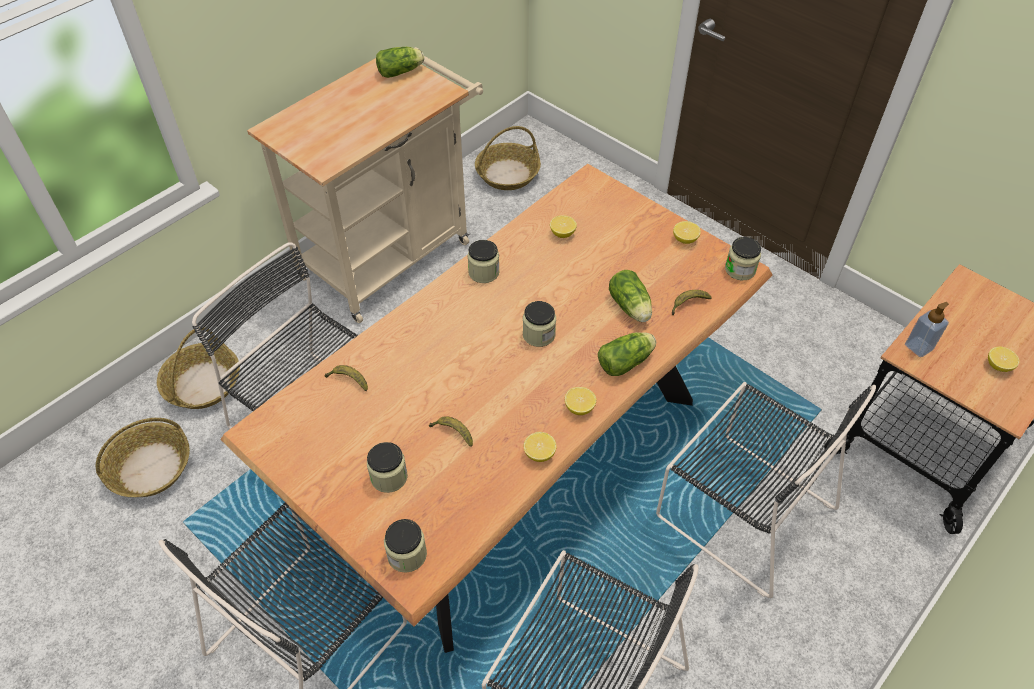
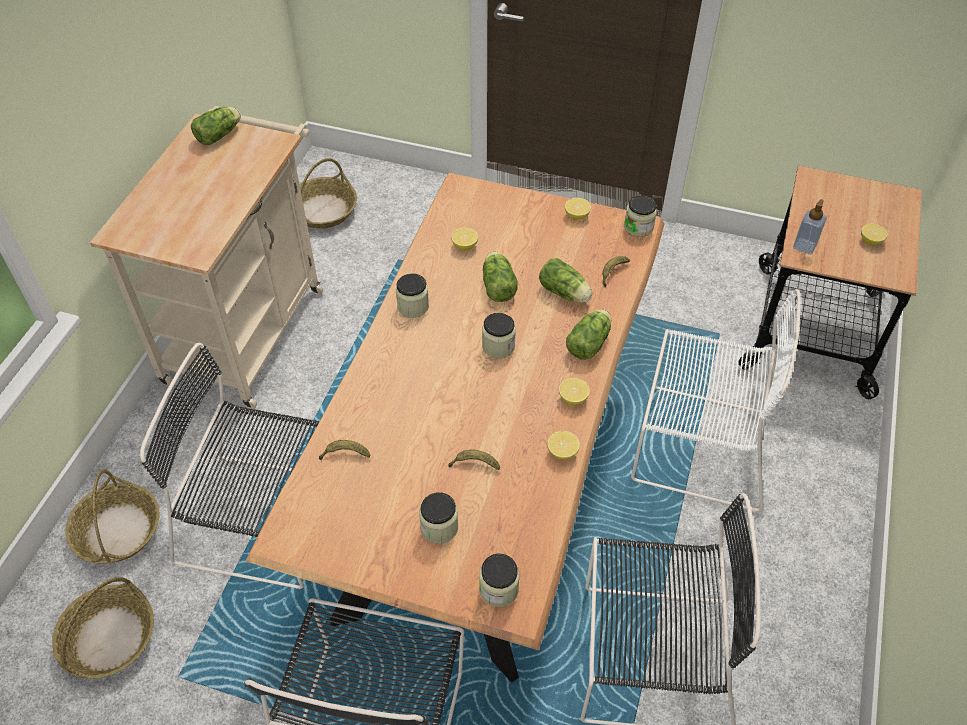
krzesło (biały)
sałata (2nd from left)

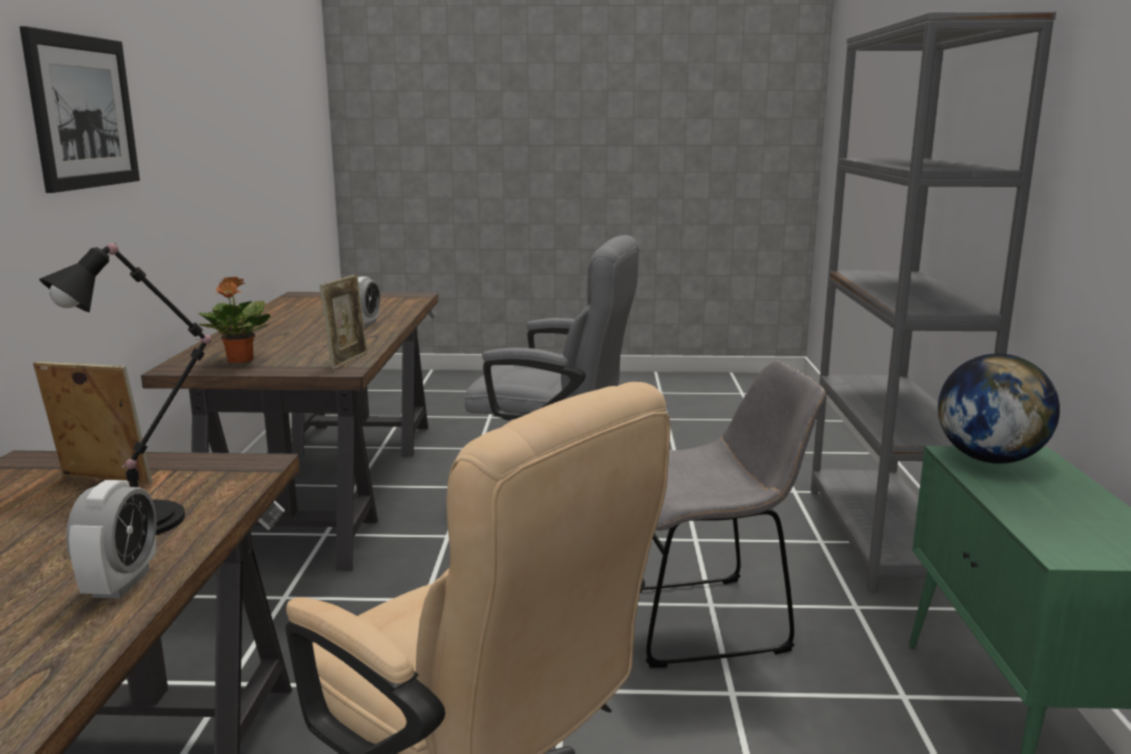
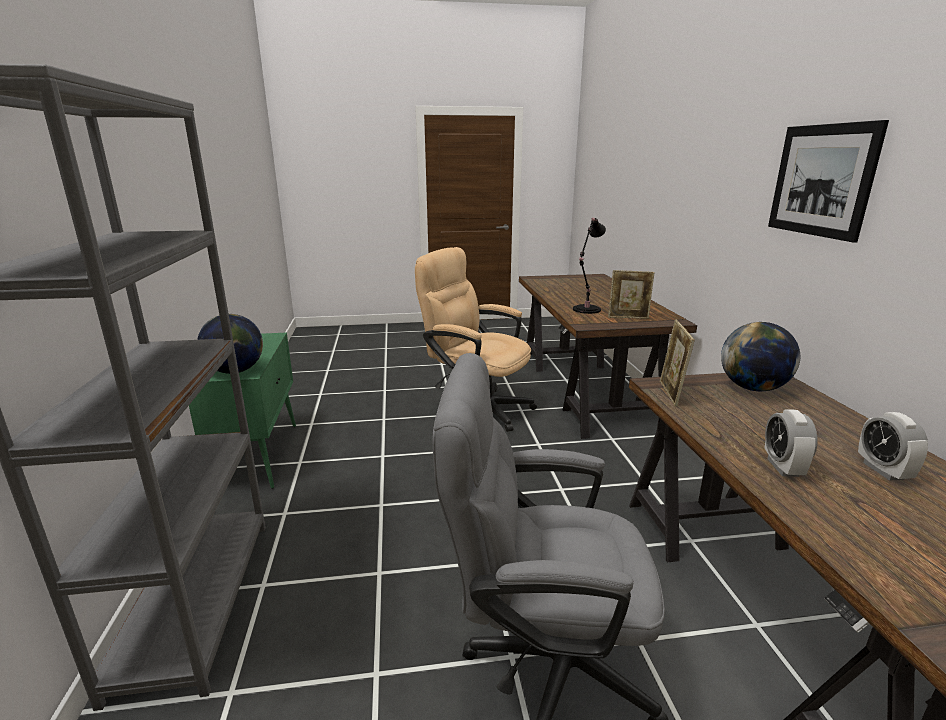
globus (2nd from left)
krzesło (szary)
budzik (2nd from left)

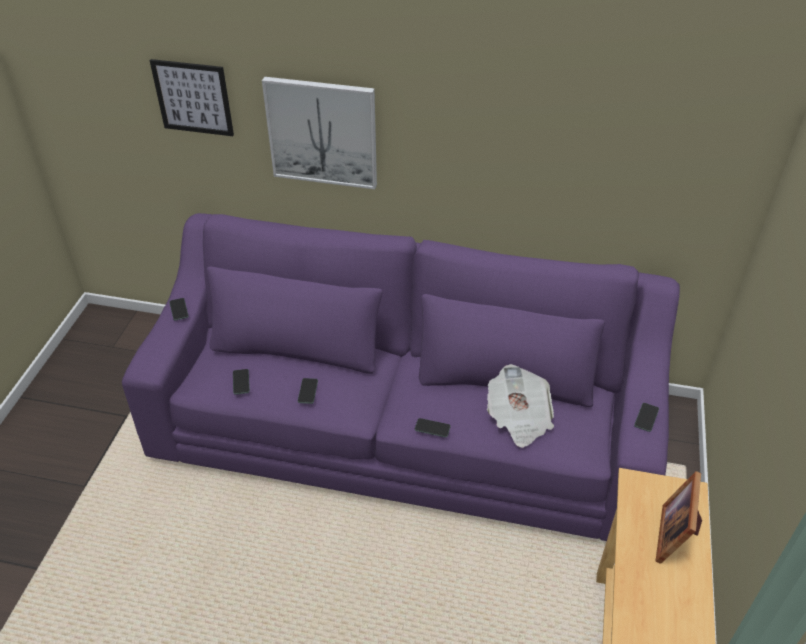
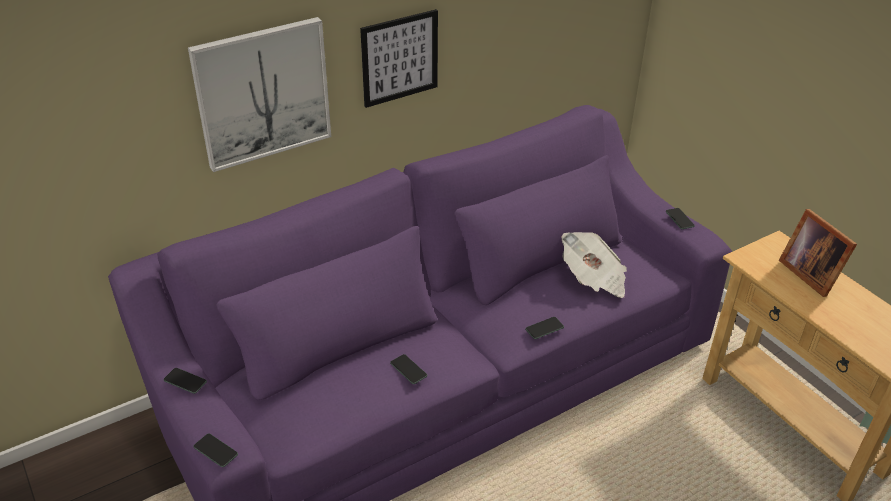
obraz (2nd from left)
telefon (2nd from left)

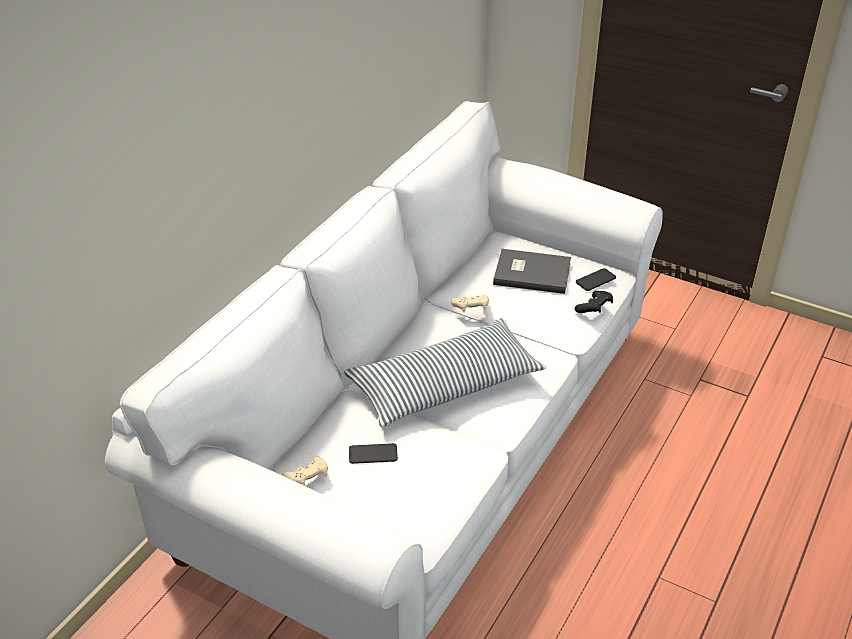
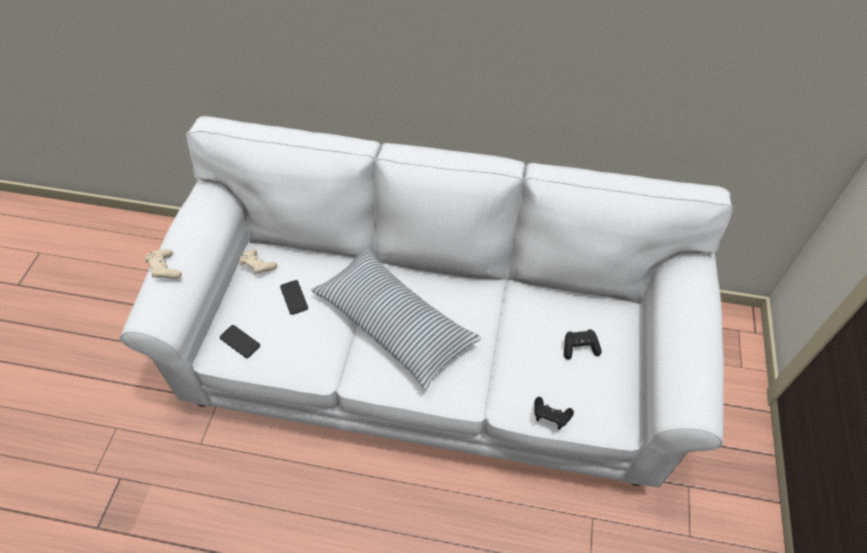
pad do gier (czarny) (2nd from left)
telefon (1st from left)
pad do gier (beżowy) (1st from left)

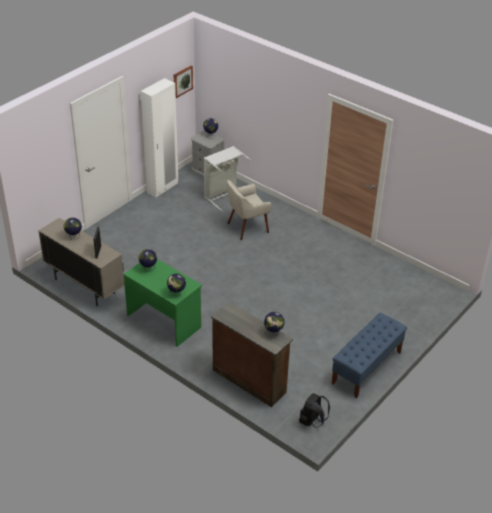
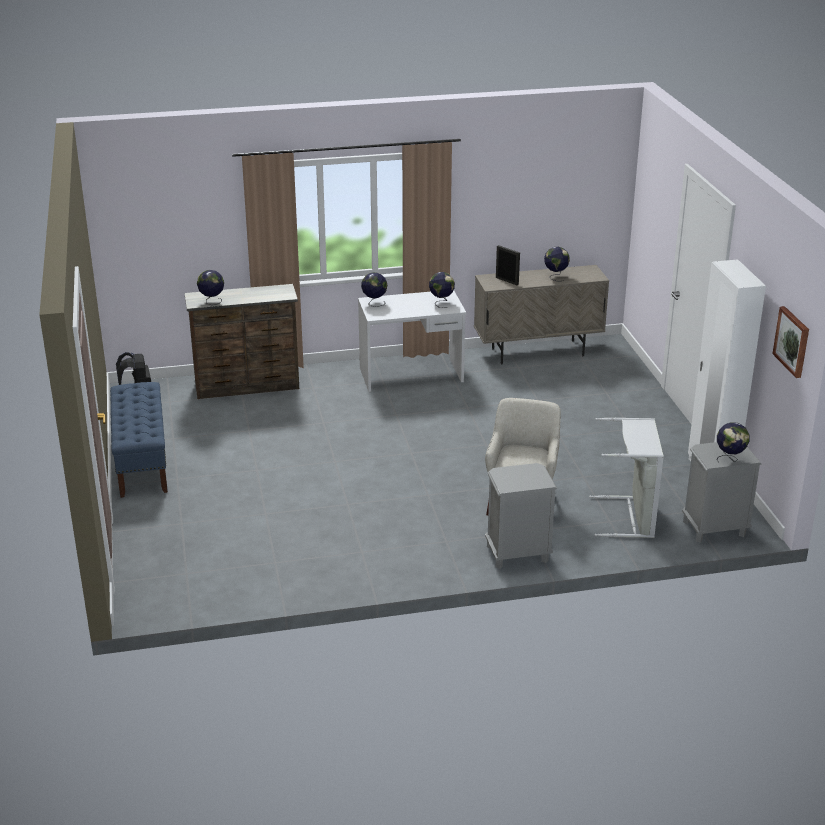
biurko (biały)
szafka nocna (szary) (1st from left)

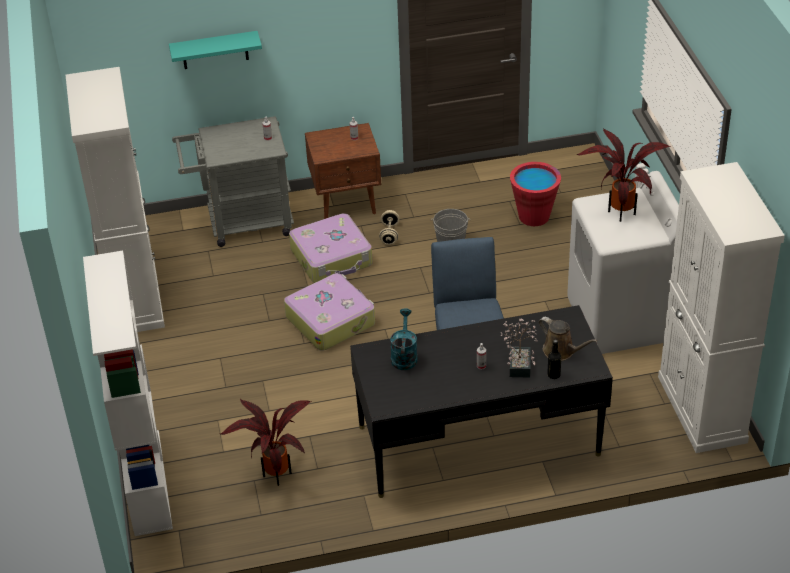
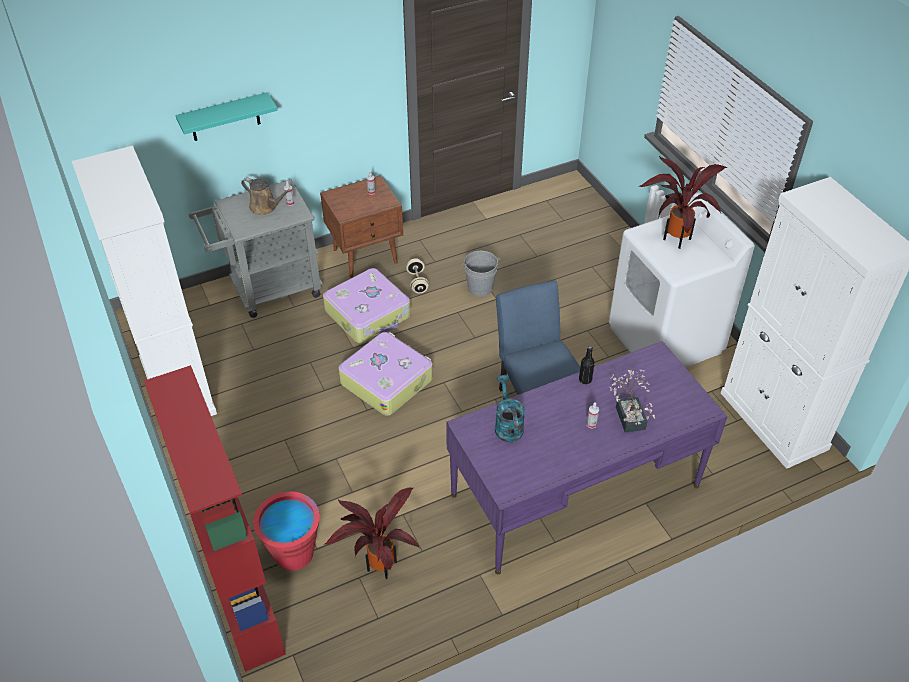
wiadro (czerwony)
regał (czerwony)
biurko (fioletowy)
konewka (brązowy)
butelka (czarny)

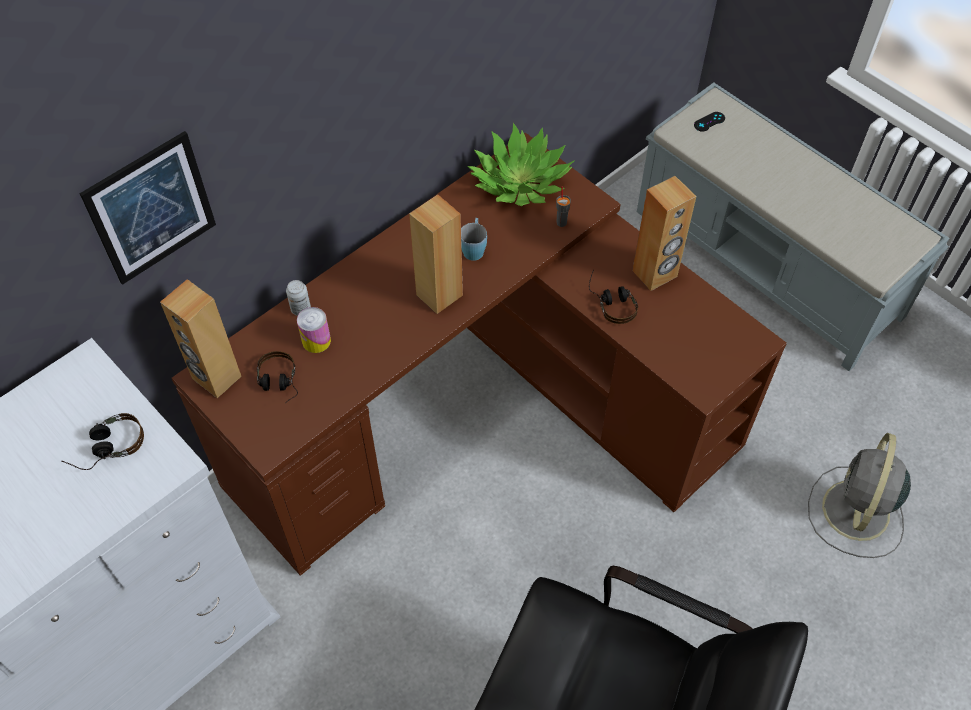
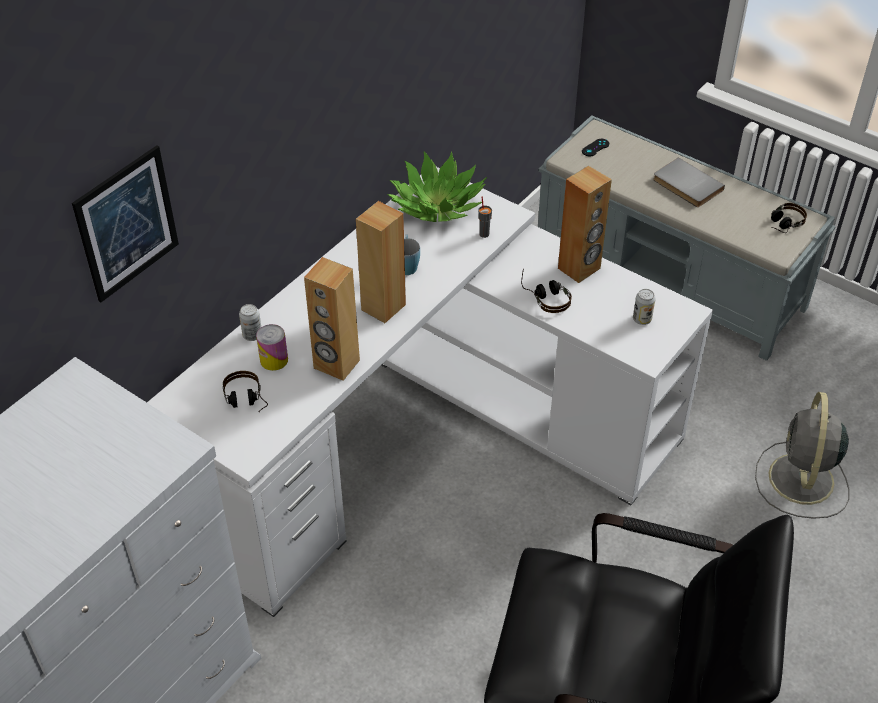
biurko (biały)
głośnik (brązowy) (1st from left)
słuchawki (3rd from left)
książka (szary)
puszka (3rd from left)

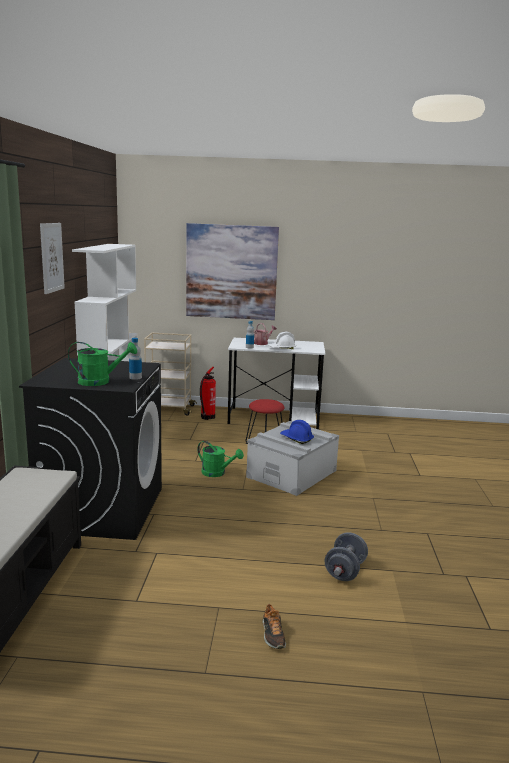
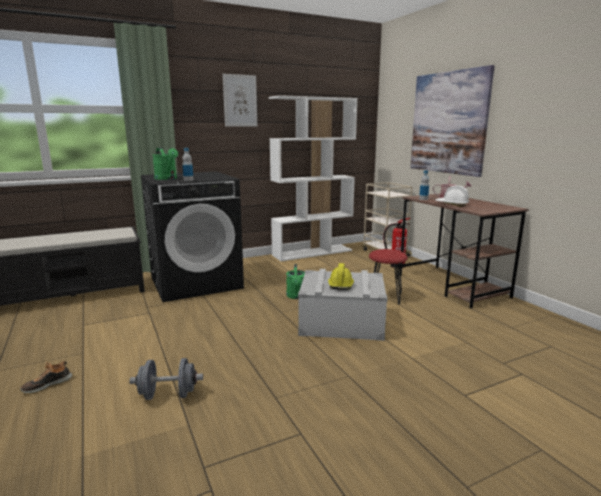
biurko (brązowy)
kask (żółty)

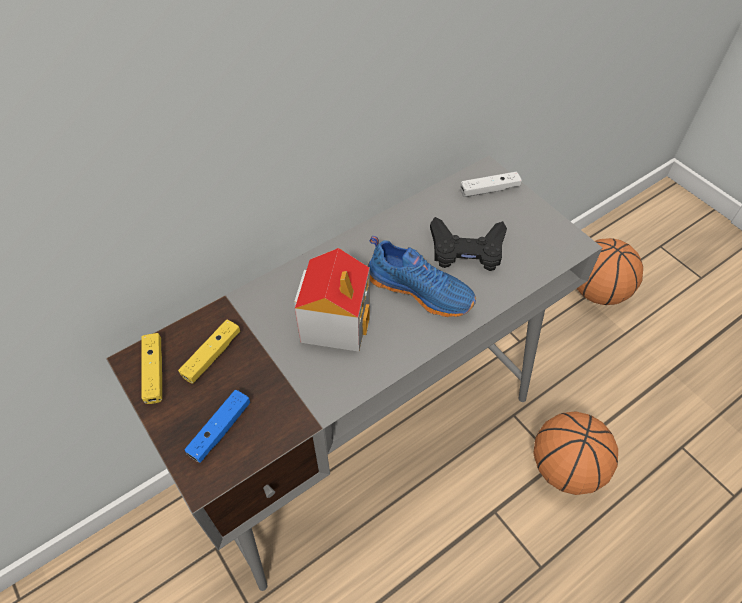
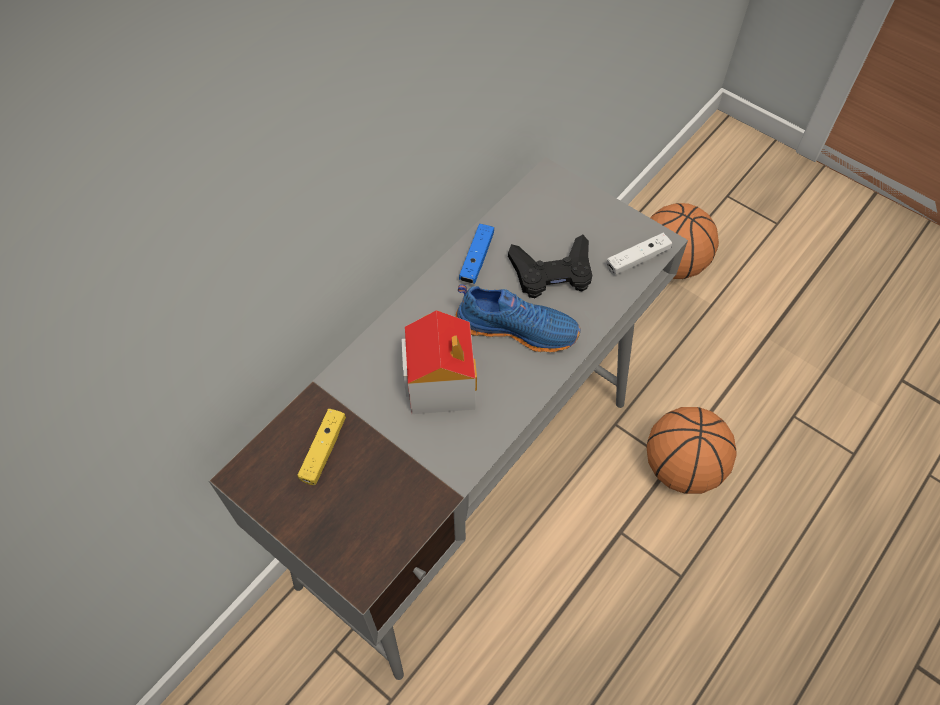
pad do gier (biały)
pad do gier (żółty) (1st from left in the first image)
pad do gier (niebieski)

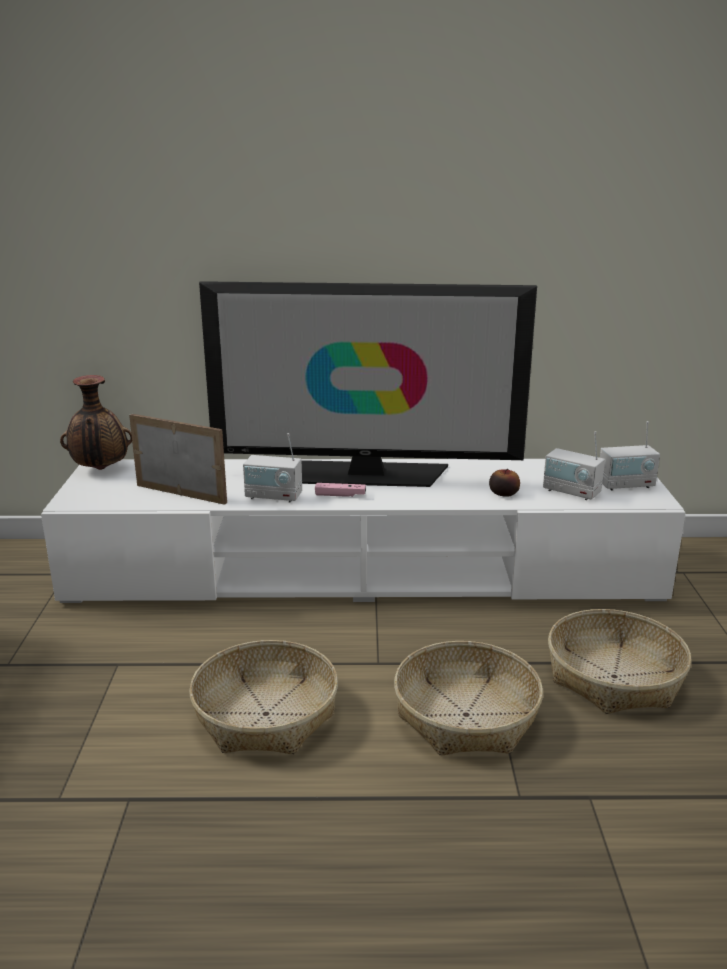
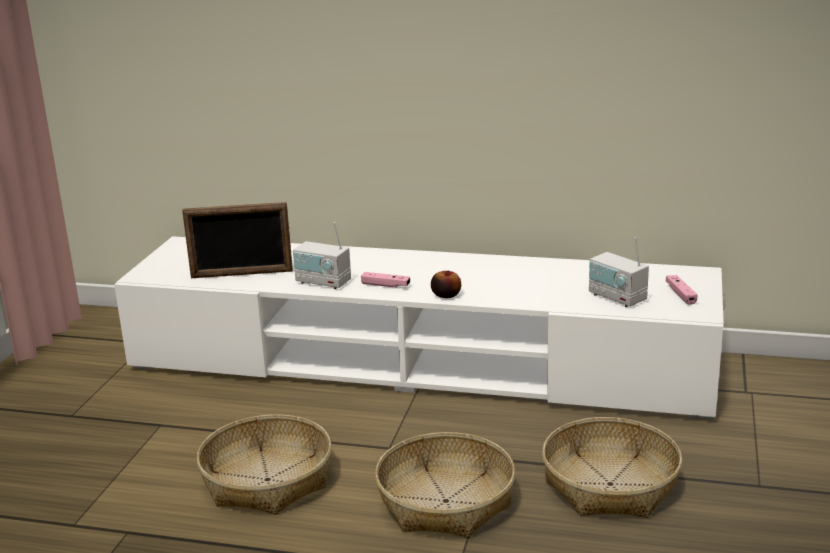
telewizor
wazon
ramka na zdjęcie
pad do gier (różowy) (2nd from left)
jabłko

